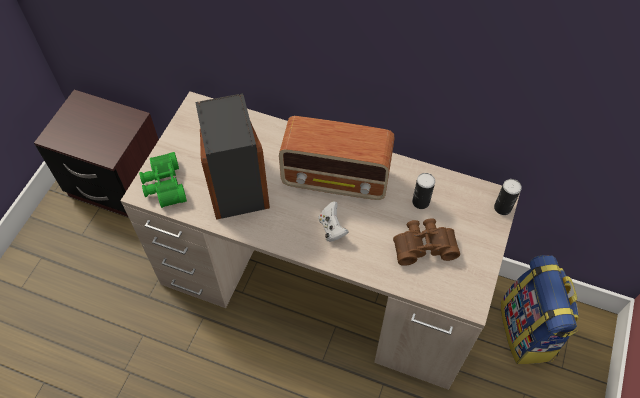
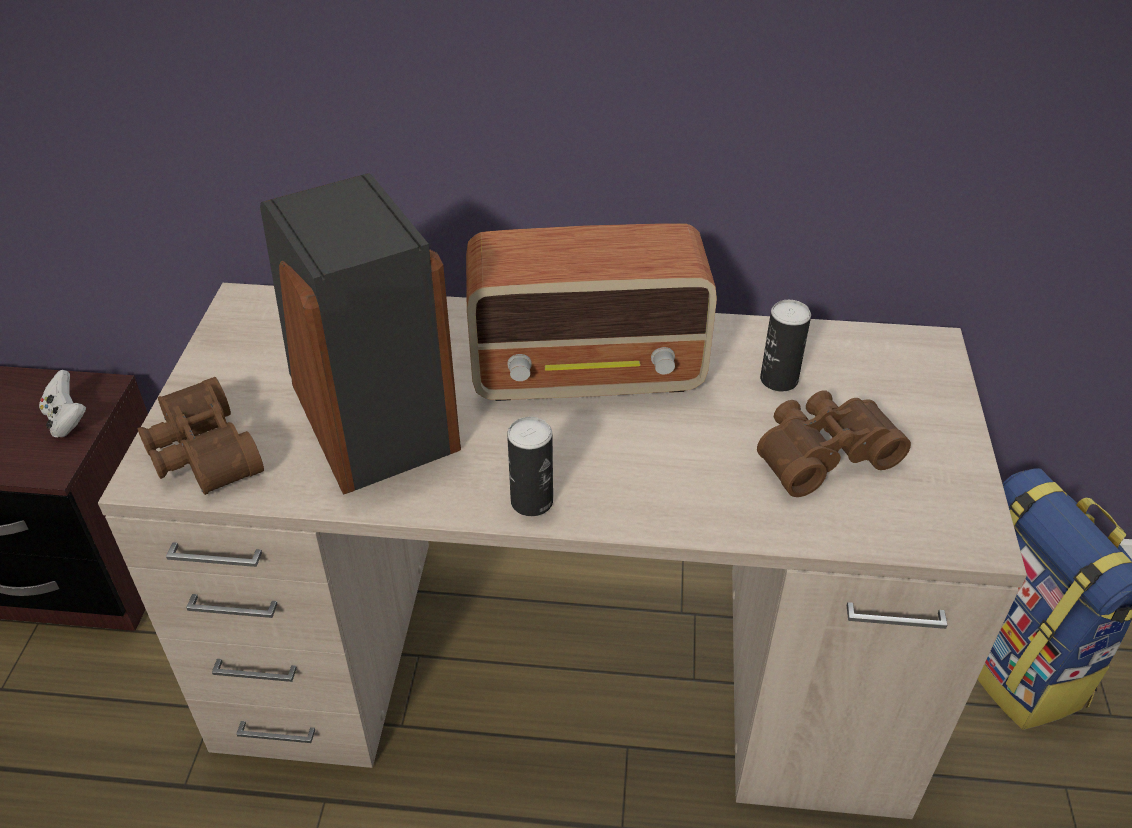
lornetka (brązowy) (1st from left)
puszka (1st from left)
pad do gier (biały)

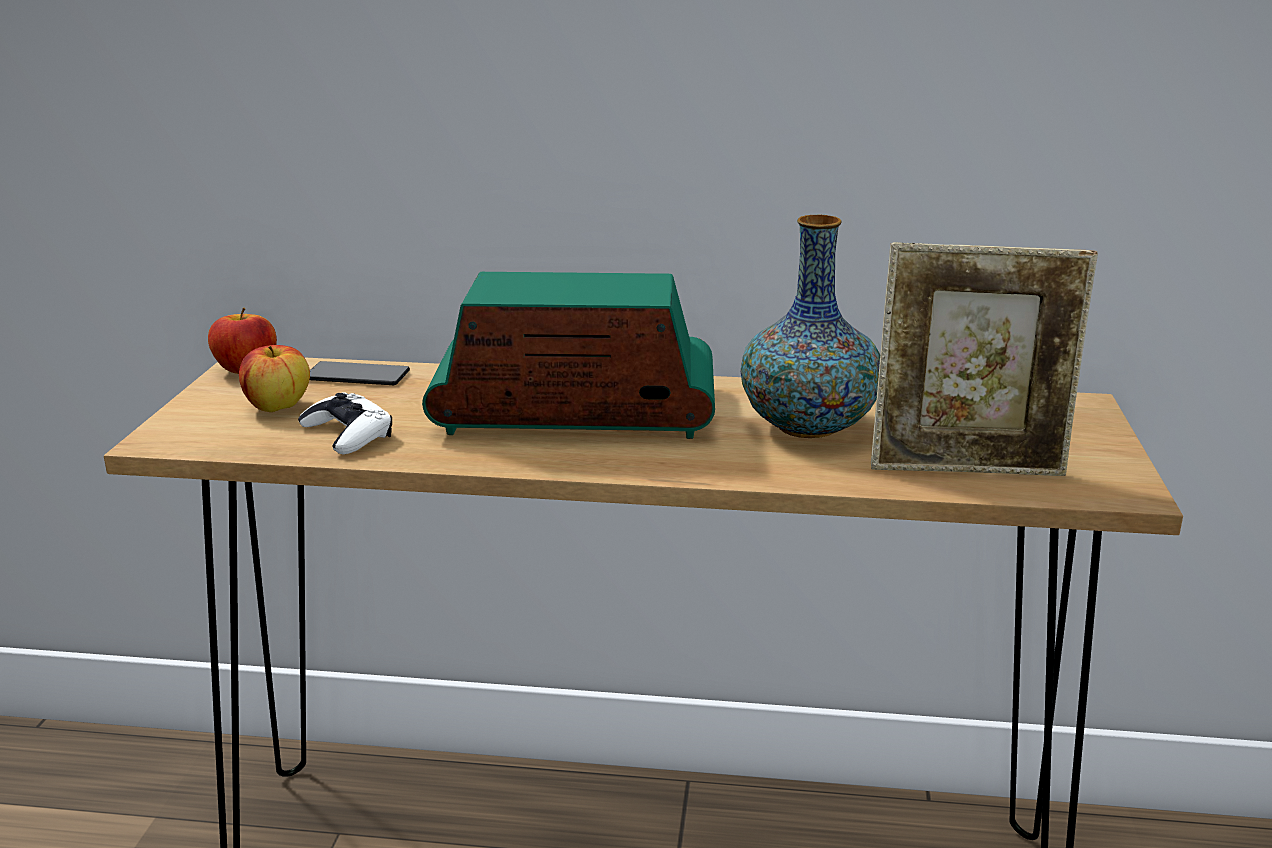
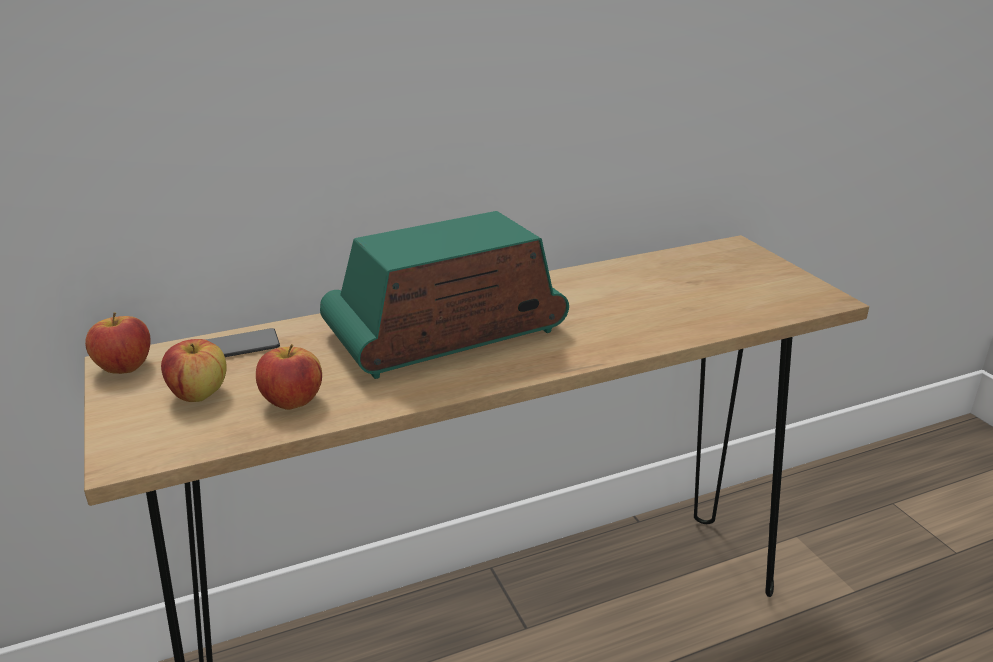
wazon
ramka na zdjęcie
jabłko (3rd from left)

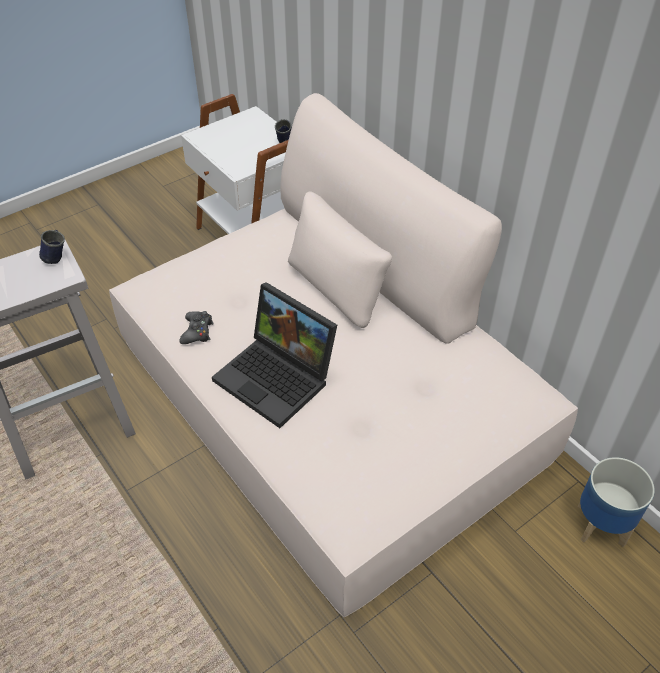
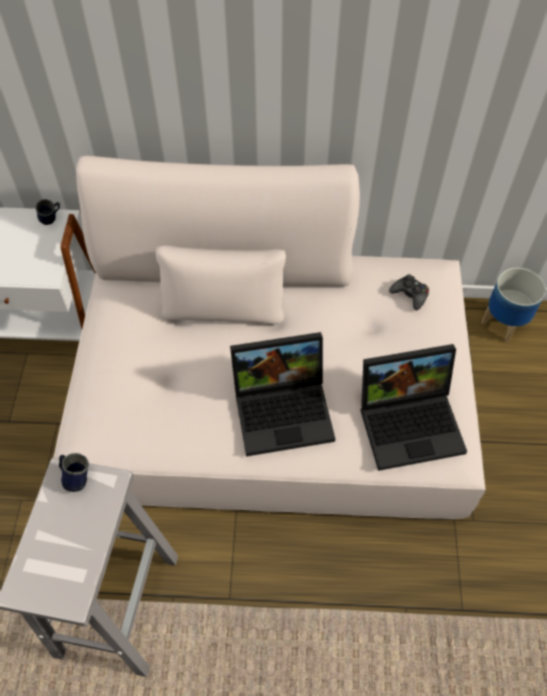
pad do gier (czarny)
laptop (2nd from left)

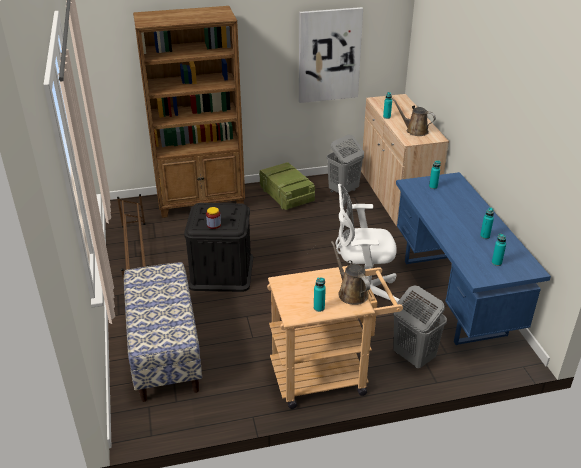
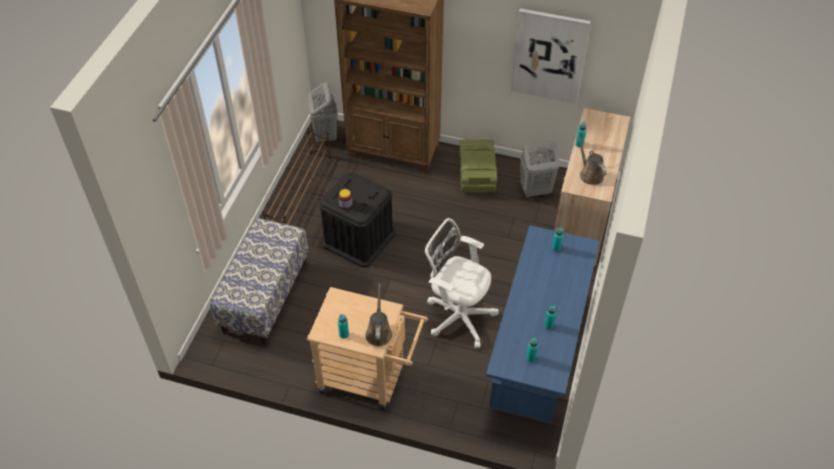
kosz na pranie (szary) (1st from left)

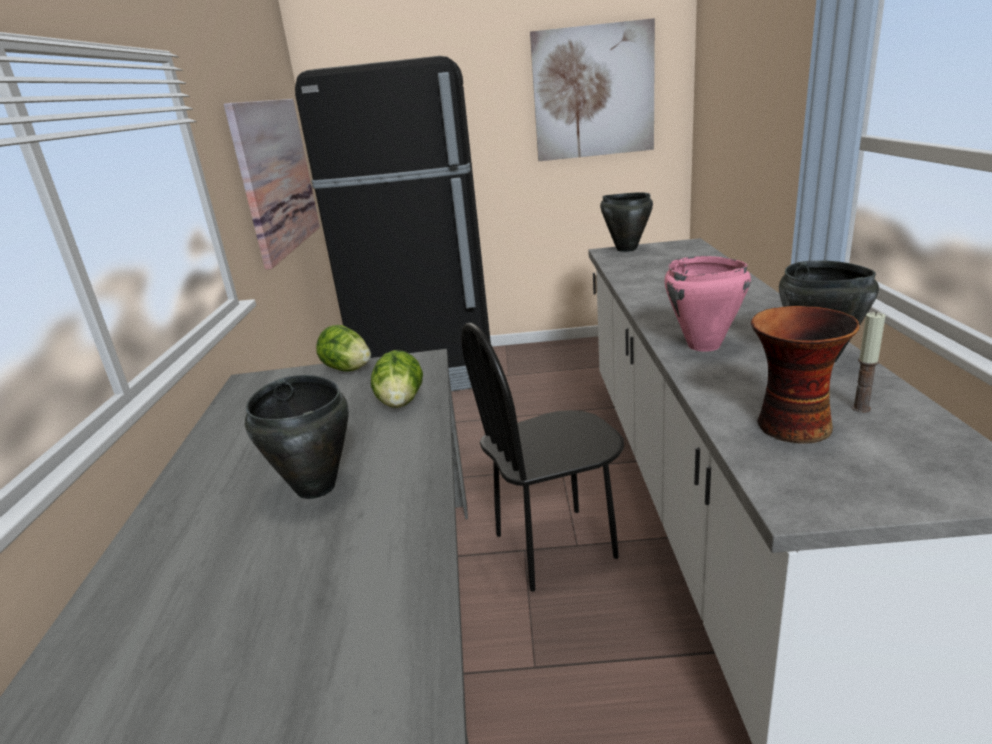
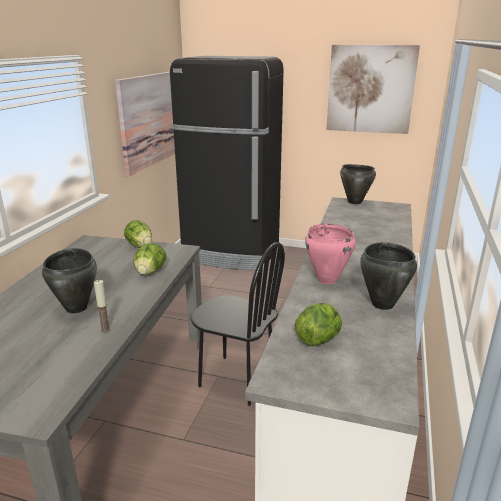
sałata (3rd from left)
świeca
krzesło (czarny)

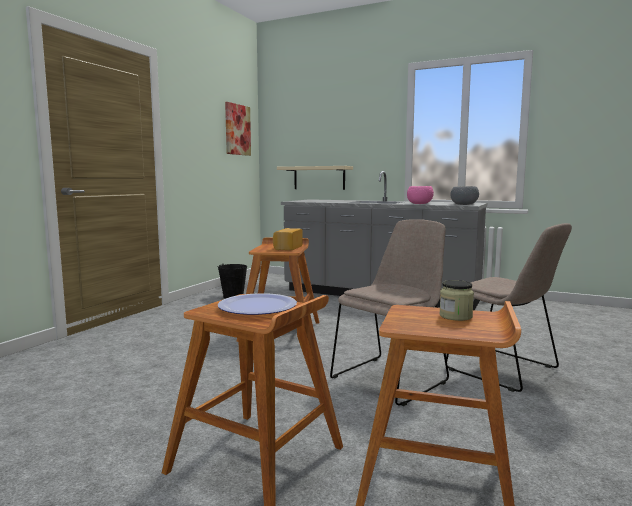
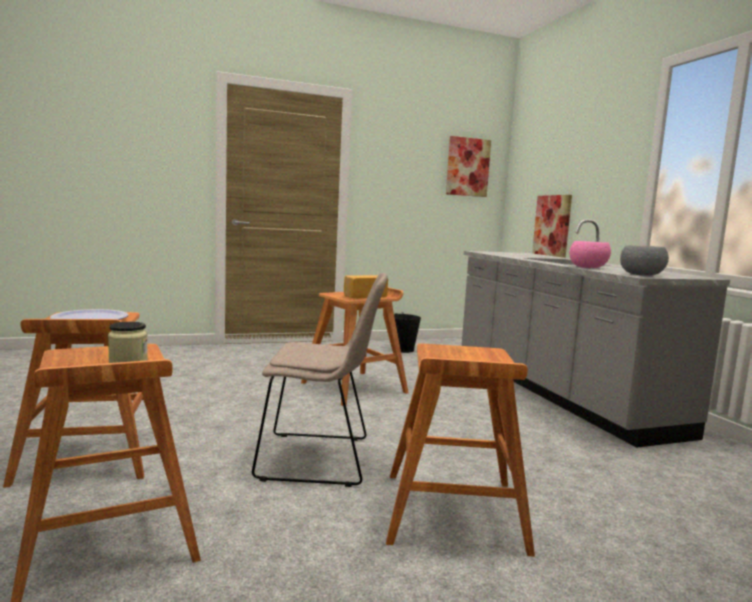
obraz (2nd from left)
stołek (brązowy) (4th from left)

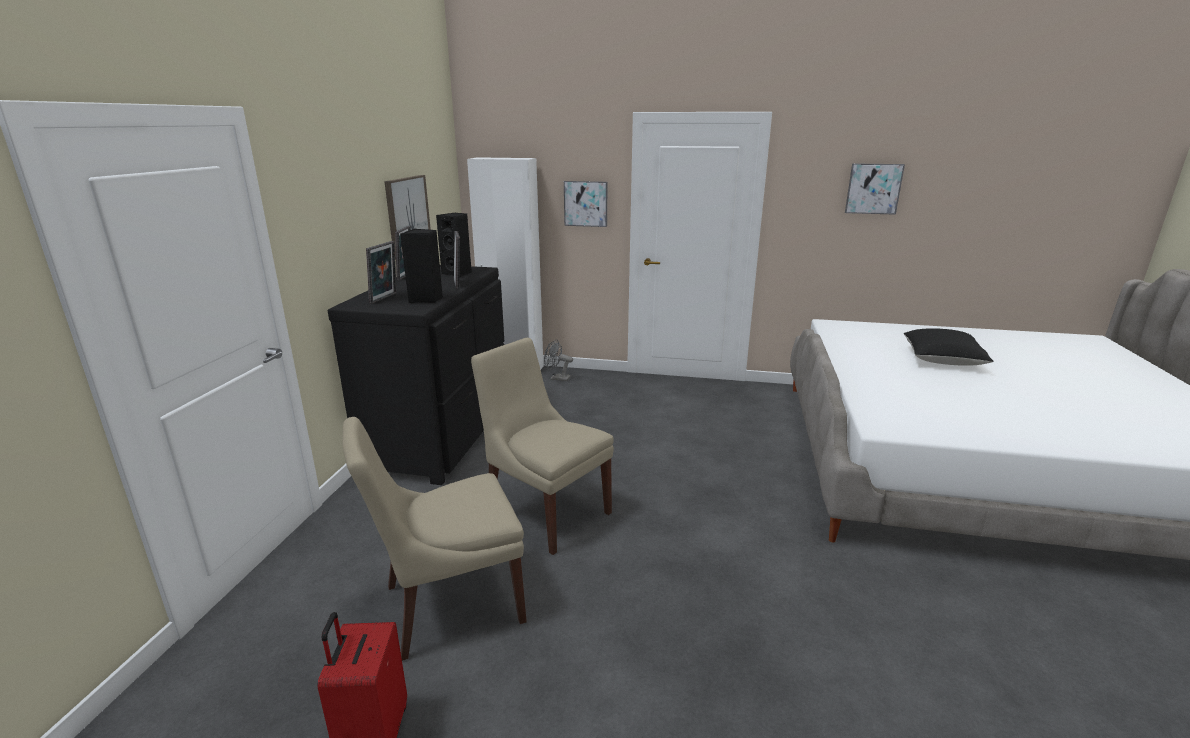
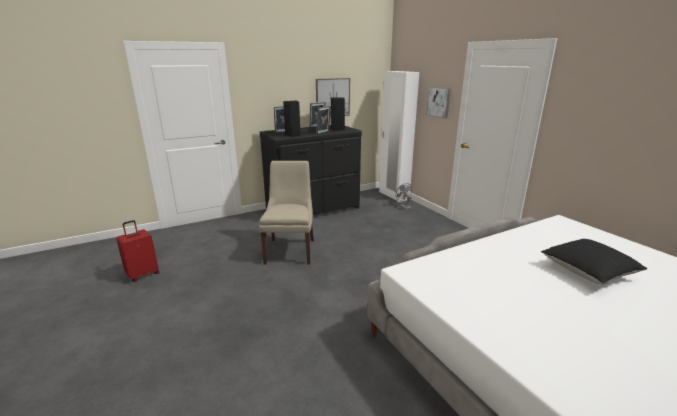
obraz (3rd from left in the first image)
krzesło (beżowy) (1st from left in the first image)

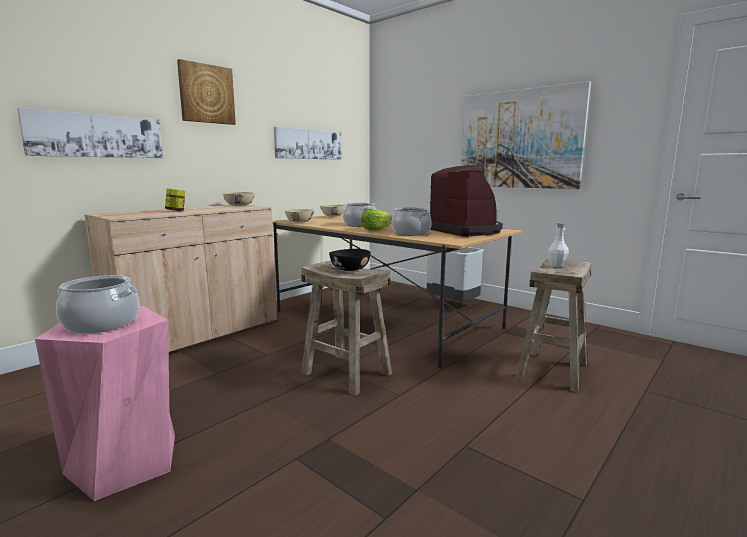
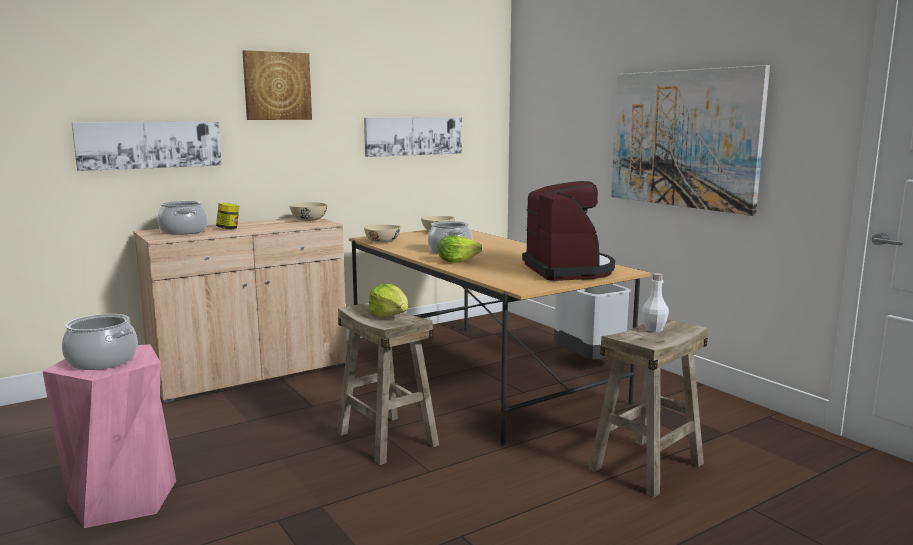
garnek (2nd from left)
sałata (1st from left)

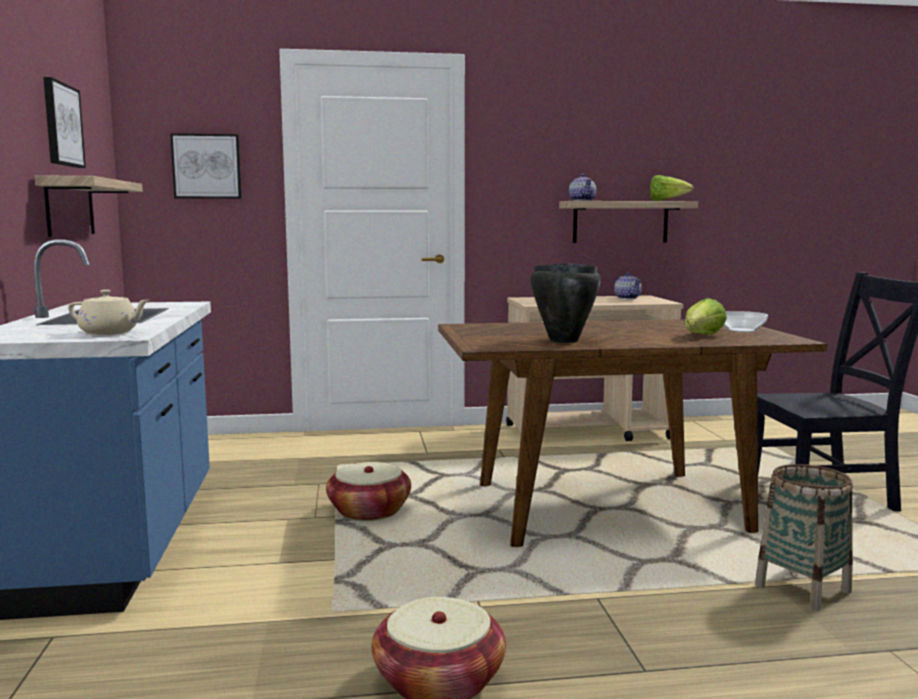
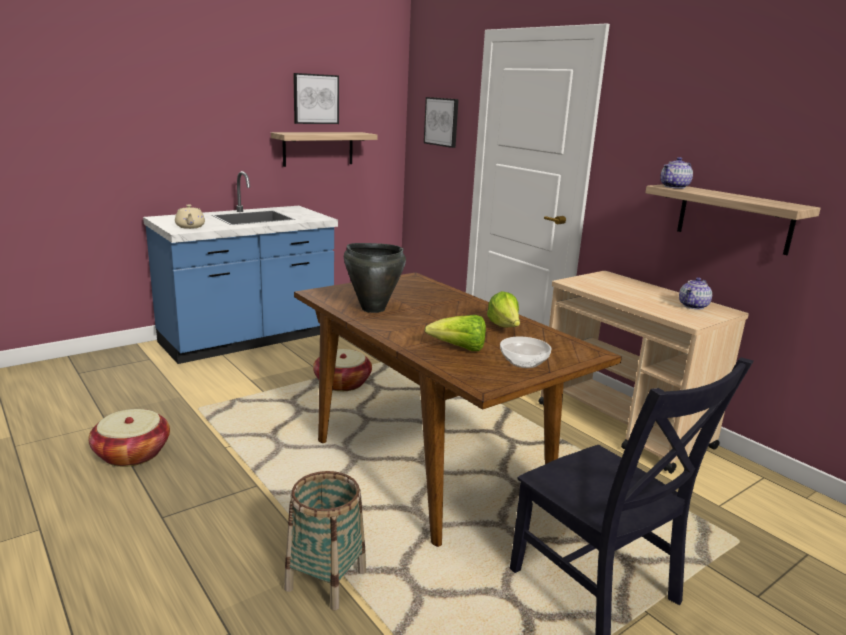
sałata (2nd from left)

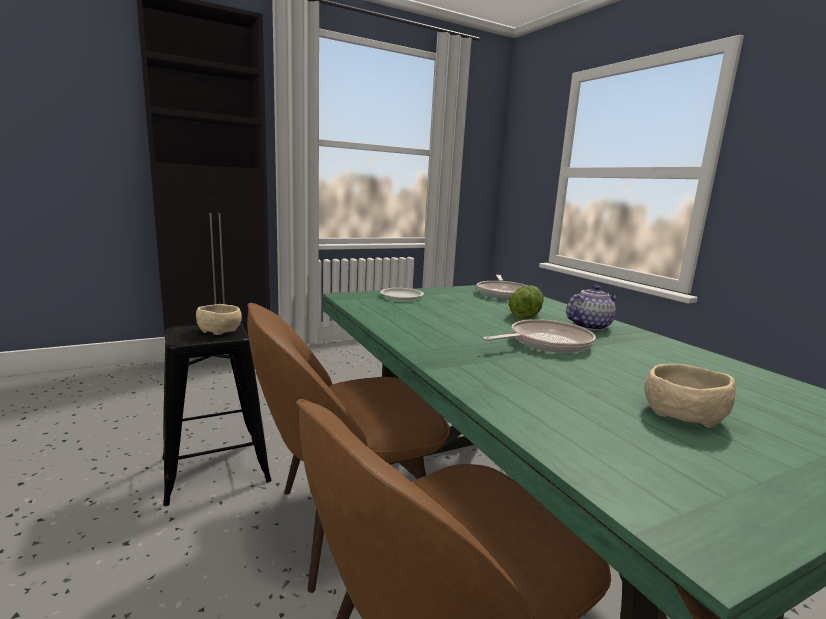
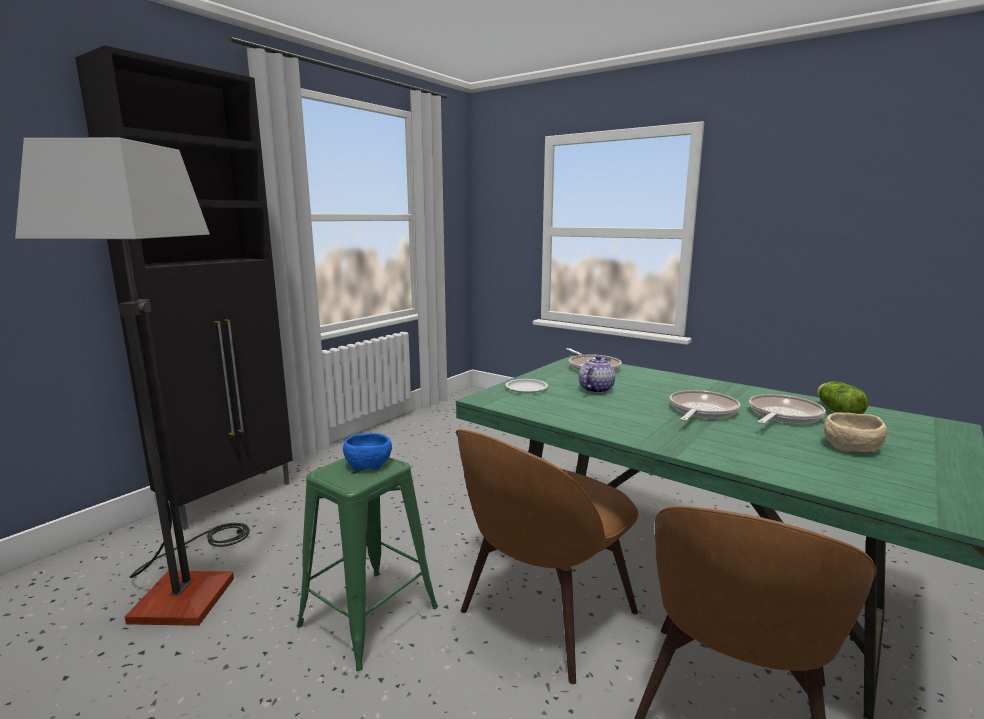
sałata
imbryk
miska (niebieski)
stołek (zielony)
lampa stojąca
patelnia (3rd from left)

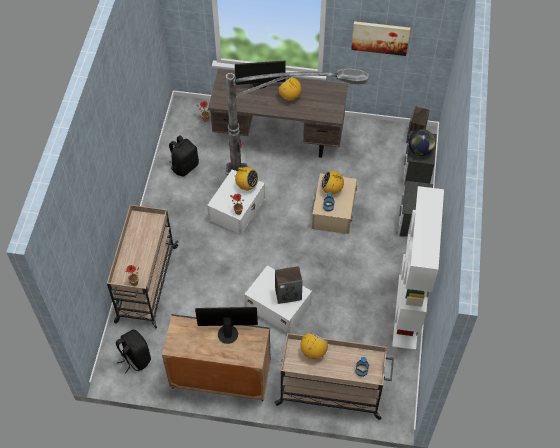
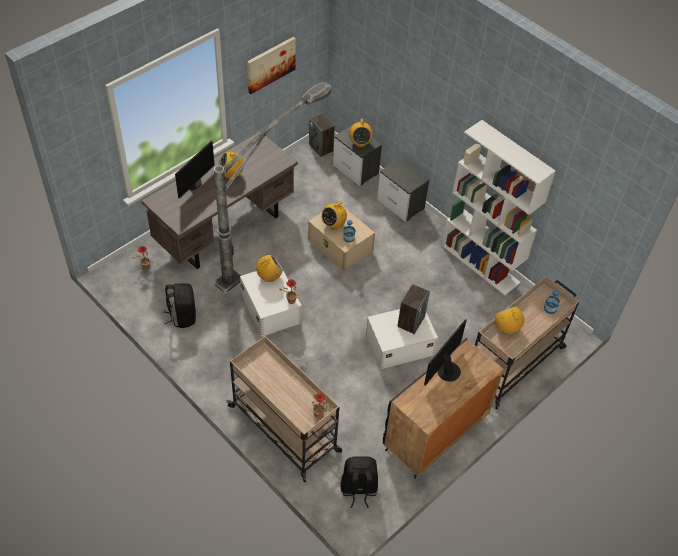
radio (4th from left)

